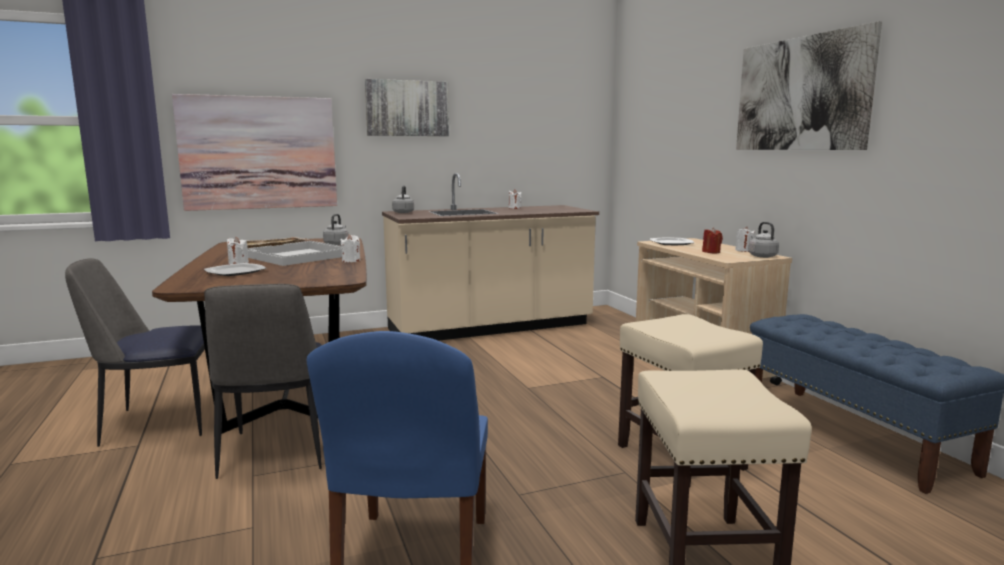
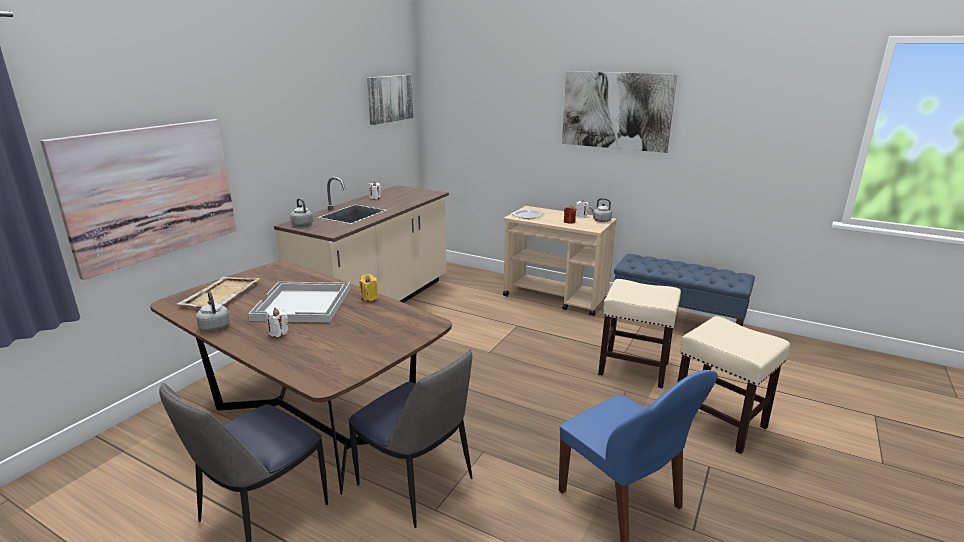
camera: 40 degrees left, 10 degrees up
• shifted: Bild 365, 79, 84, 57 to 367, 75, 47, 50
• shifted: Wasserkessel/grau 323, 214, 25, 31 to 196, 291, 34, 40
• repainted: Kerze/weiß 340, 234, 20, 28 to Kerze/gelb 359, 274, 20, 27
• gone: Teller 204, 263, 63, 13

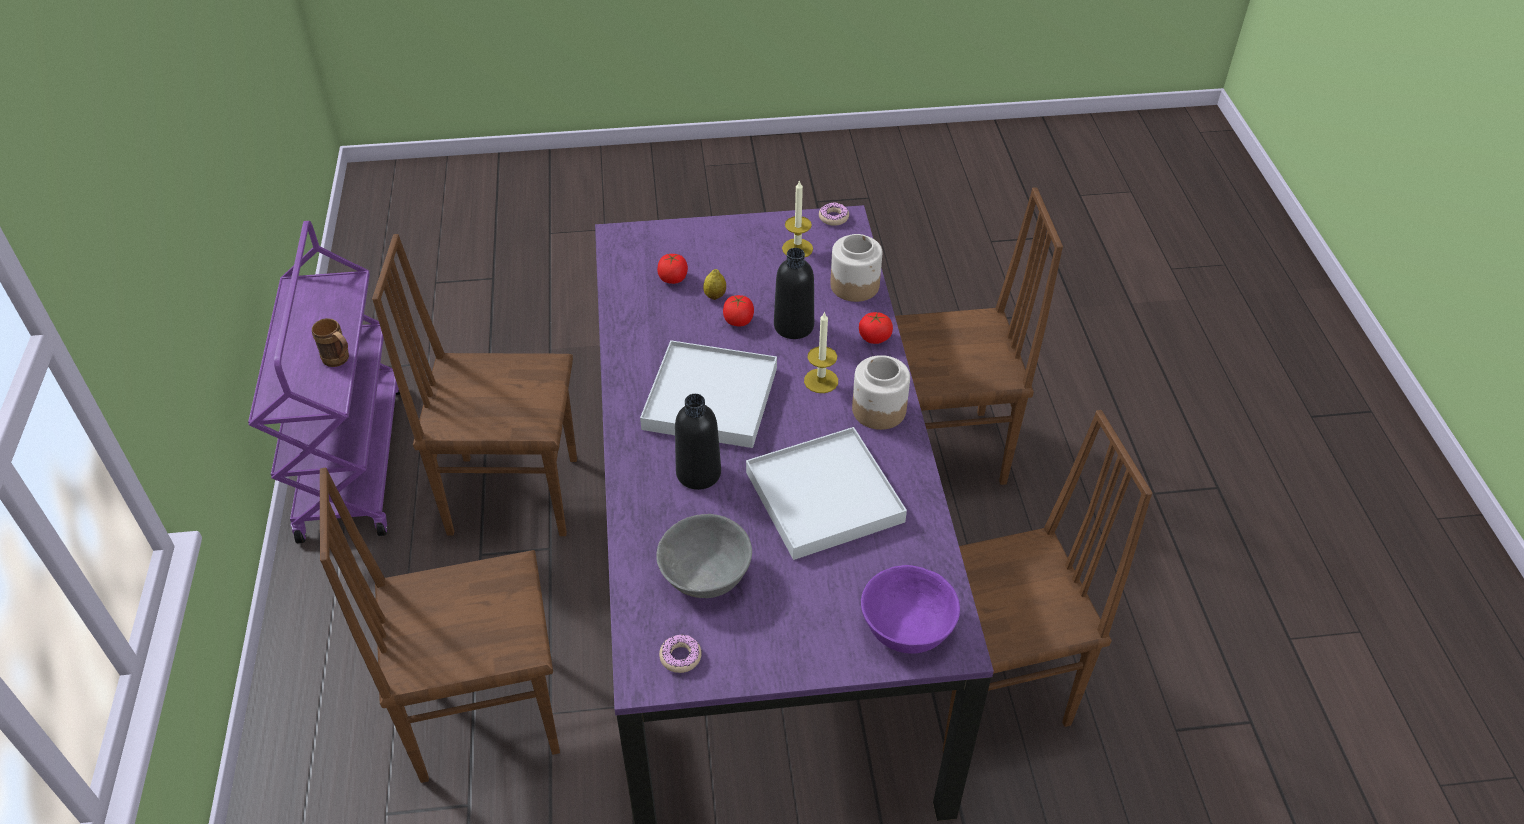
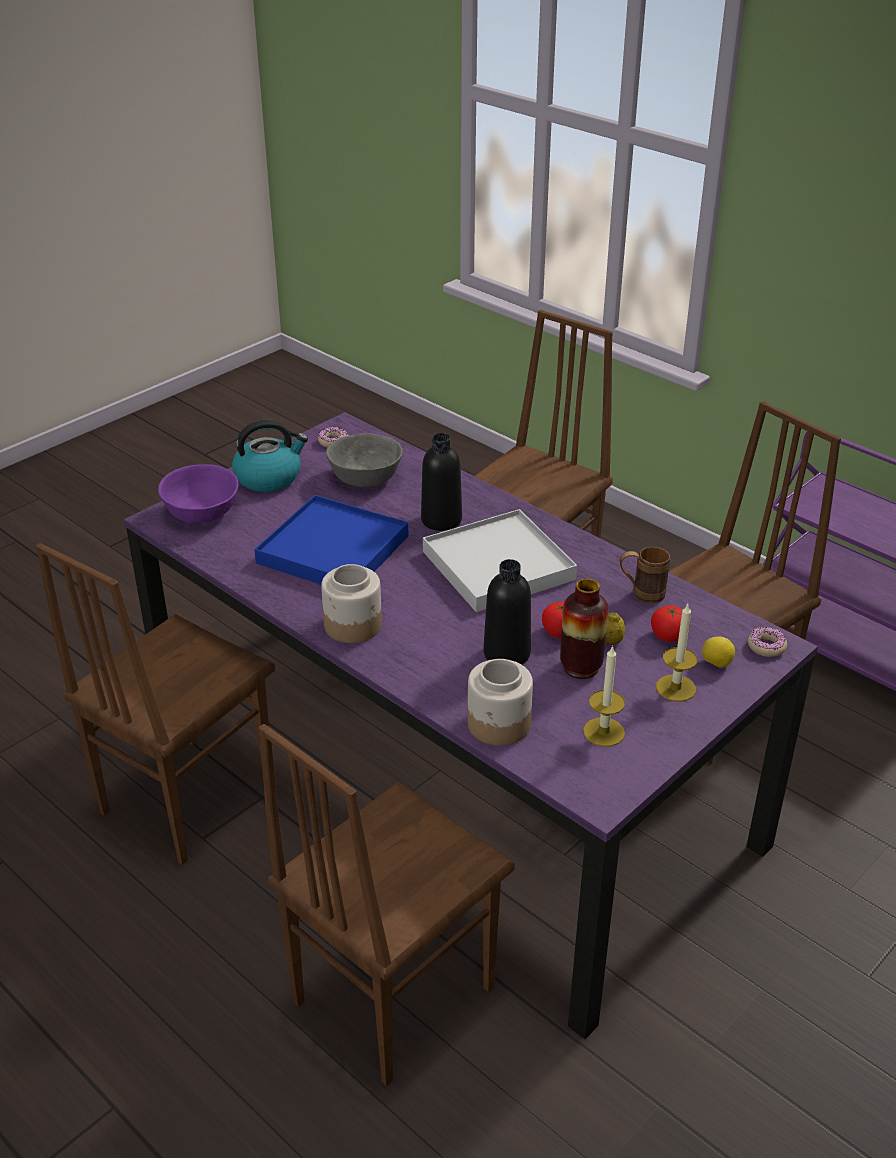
camera: 140 degrees right, 10 degrees down
• shifted: Donut 819, 202, 30, 24 to 748, 627, 39, 30
• shifted: Kerze 804, 311, 34, 82 to 656, 604, 41, 98
• gone: Tomate 859, 312, 34, 32
• shifted: Henkelbecher/braun 312, 318, 37, 49 to 620, 547, 50, 57
• repainted: Tablett/weiß 746, 427, 161, 133 to Tablett/blau 254, 495, 155, 89
• new: Wasserkessel 232, 419, 76, 73
• new: Vase 560, 578, 48, 101
• new: Zitrone 702, 636, 33, 32

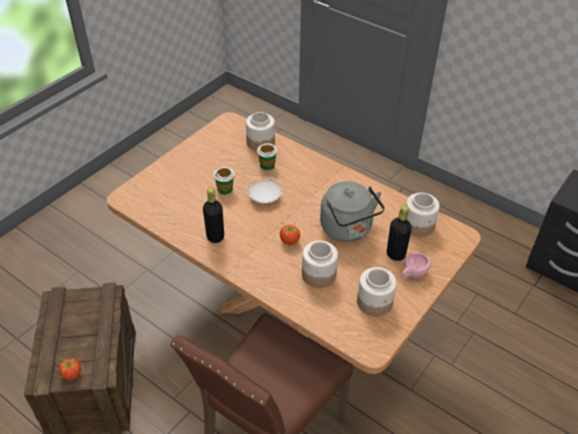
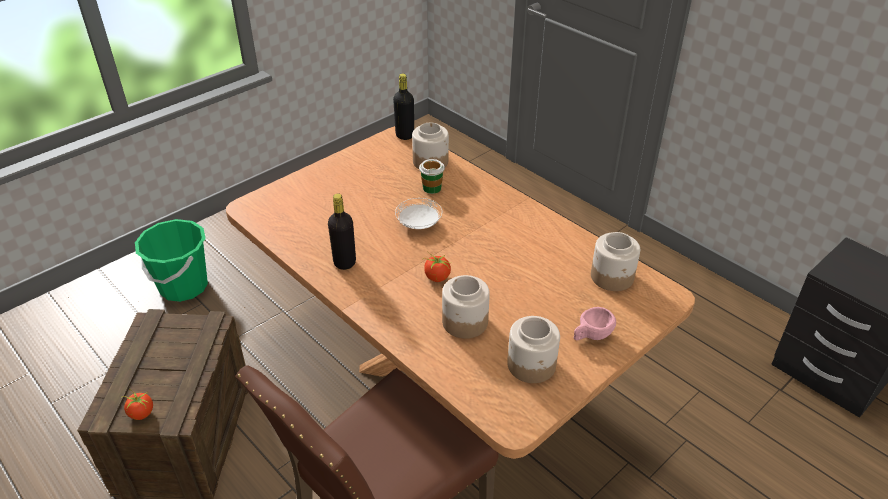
camera: 10 degrees right, 5 degrees down
• gone: Tasse 214, 167, 21, 28
• gone: Wasserkessel/grau 320, 181, 65, 61
• shifted: Flasche/schwarz 387, 205, 25, 56 to 393, 74, 21, 66
• new: Eimer/grün 135, 219, 73, 83

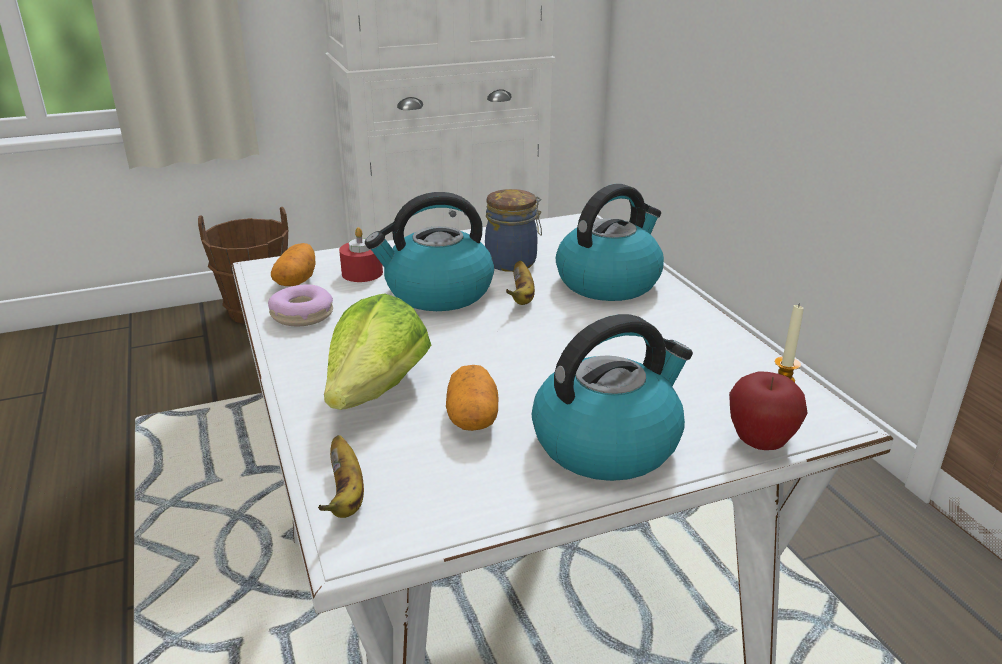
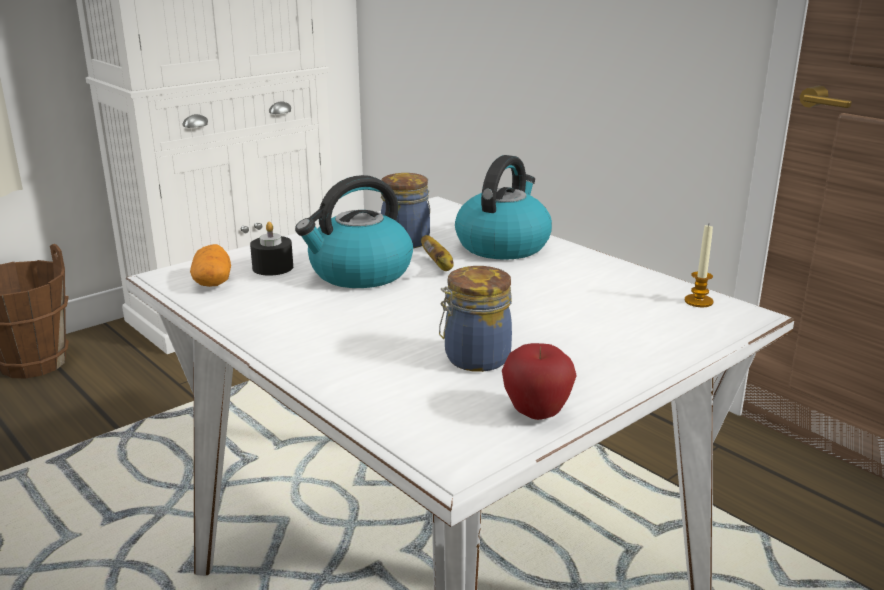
camera: 20 degrees left, 5 degrees down
• repainted: Kerze/rot 339, 227, 44, 55 to Kerze/schwarz 250, 222, 43, 54
• gone: Donut 268, 284, 65, 43
• gone: Salatkopf 324, 293, 107, 117
• gone: Wasserkessel 532, 314, 161, 167
• swapped: Kartoffel 446, 365, 53, 66 to Vorratsglas 439, 266, 73, 106
• shifted: Apfel 729, 372, 79, 78 to 502, 343, 75, 77
• gone: Banane 318, 435, 46, 83

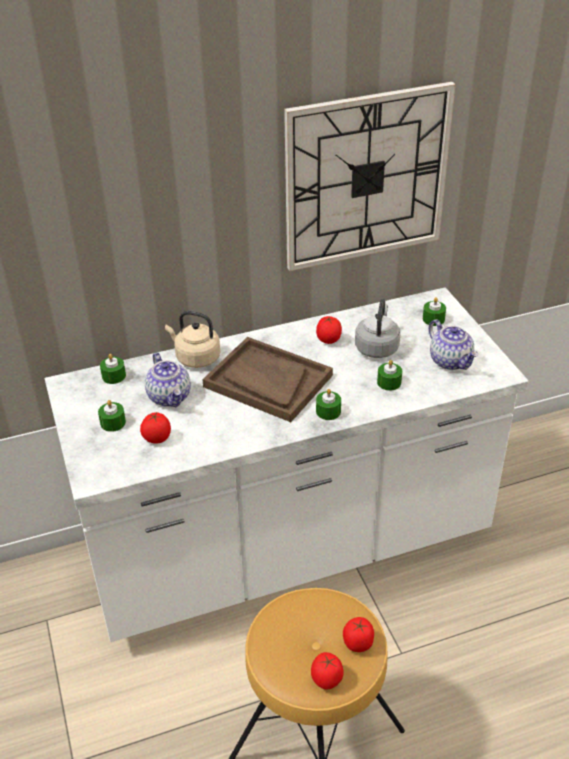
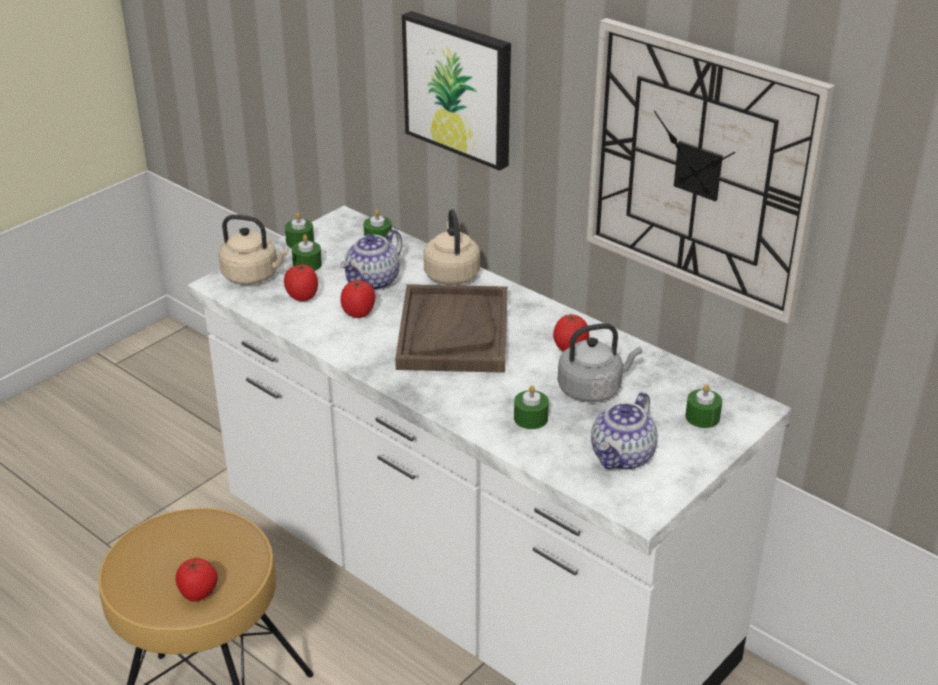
camera: 60 degrees right, 5 degrees down
• shifted: Kerze/grün 316, 389, 25, 31 to 285, 212, 29, 36
• shifted: Tomate 311, 652, 33, 38 to 340, 280, 36, 38
• new: Bild 402, 11, 109, 160
• new: Wasserkessel/beige 218, 215, 70, 70

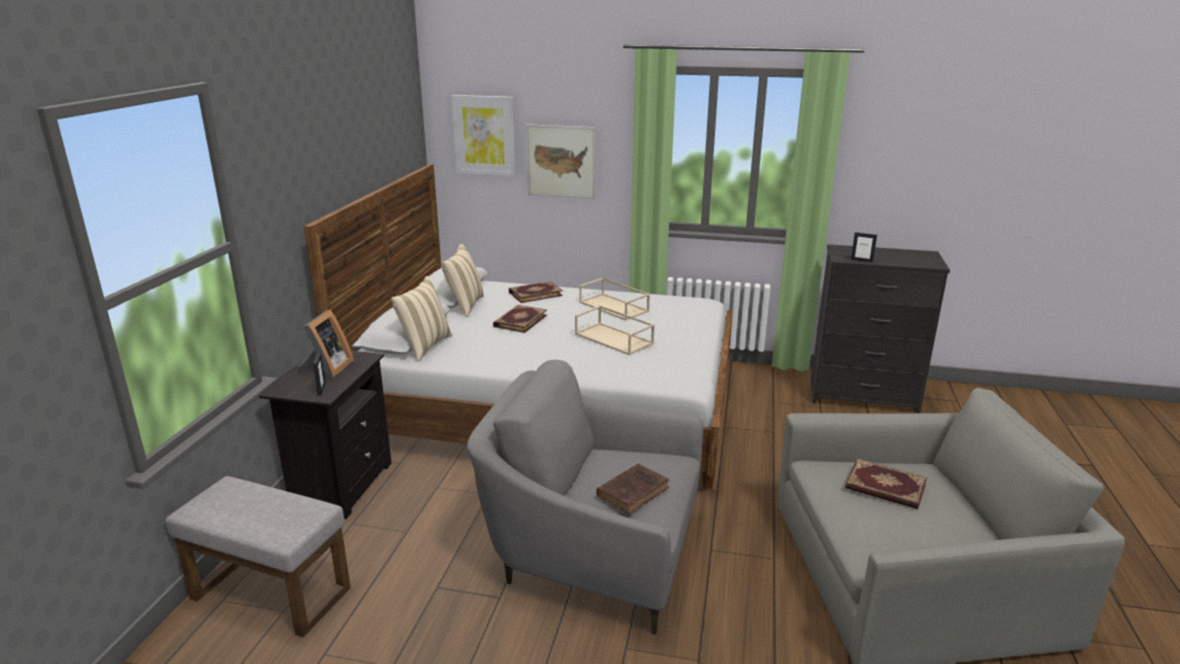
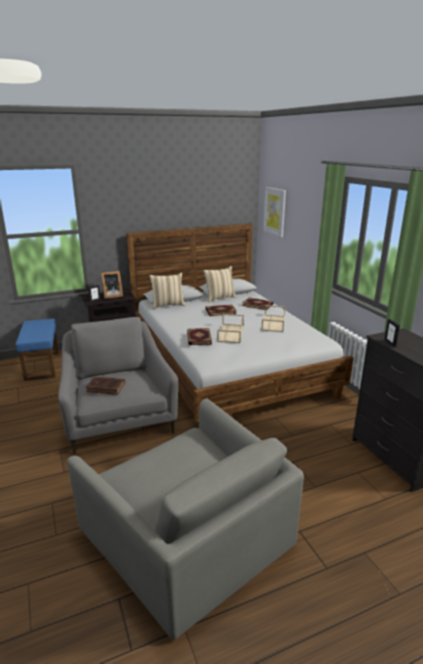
camera: 55 degrees right, 0 degrees up
• gone: Bild 526, 124, 70, 75
• shifted: Buch 845, 459, 82, 50 to 187, 328, 25, 17
• repainted: Polsterhocker/grau 165, 476, 186, 161 to Polsterhocker/blau 16, 319, 43, 62

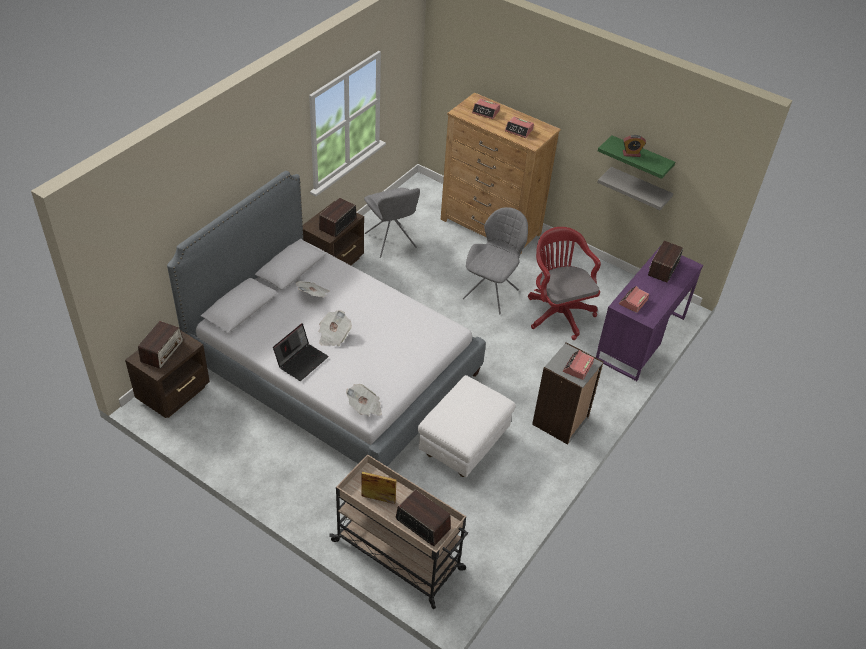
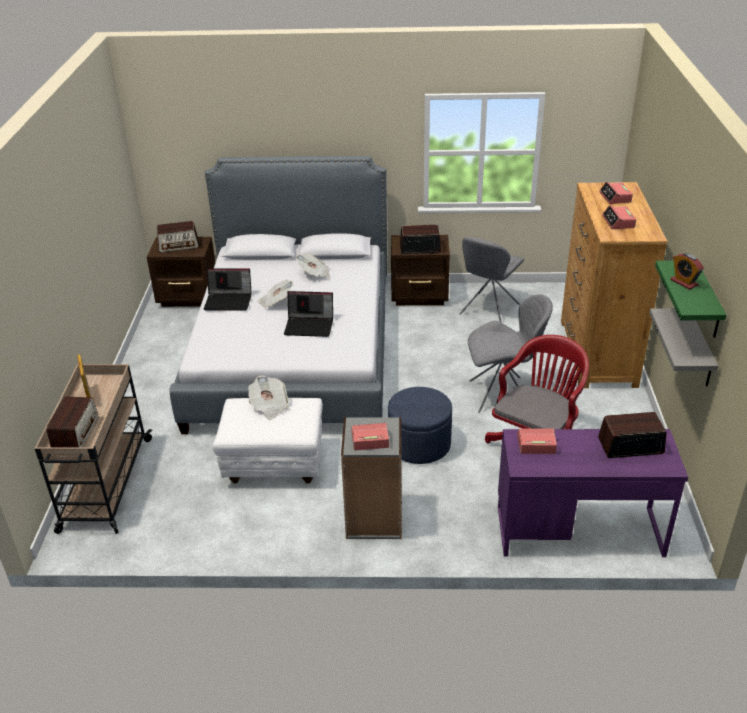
camera: 60 degrees right, 10 degrees down
• shifted: Zeitung 346, 384, 36, 32 to 248, 375, 41, 45
• new: Laptop 284, 291, 49, 46
• new: Polsterhocker/blau 388, 387, 64, 77

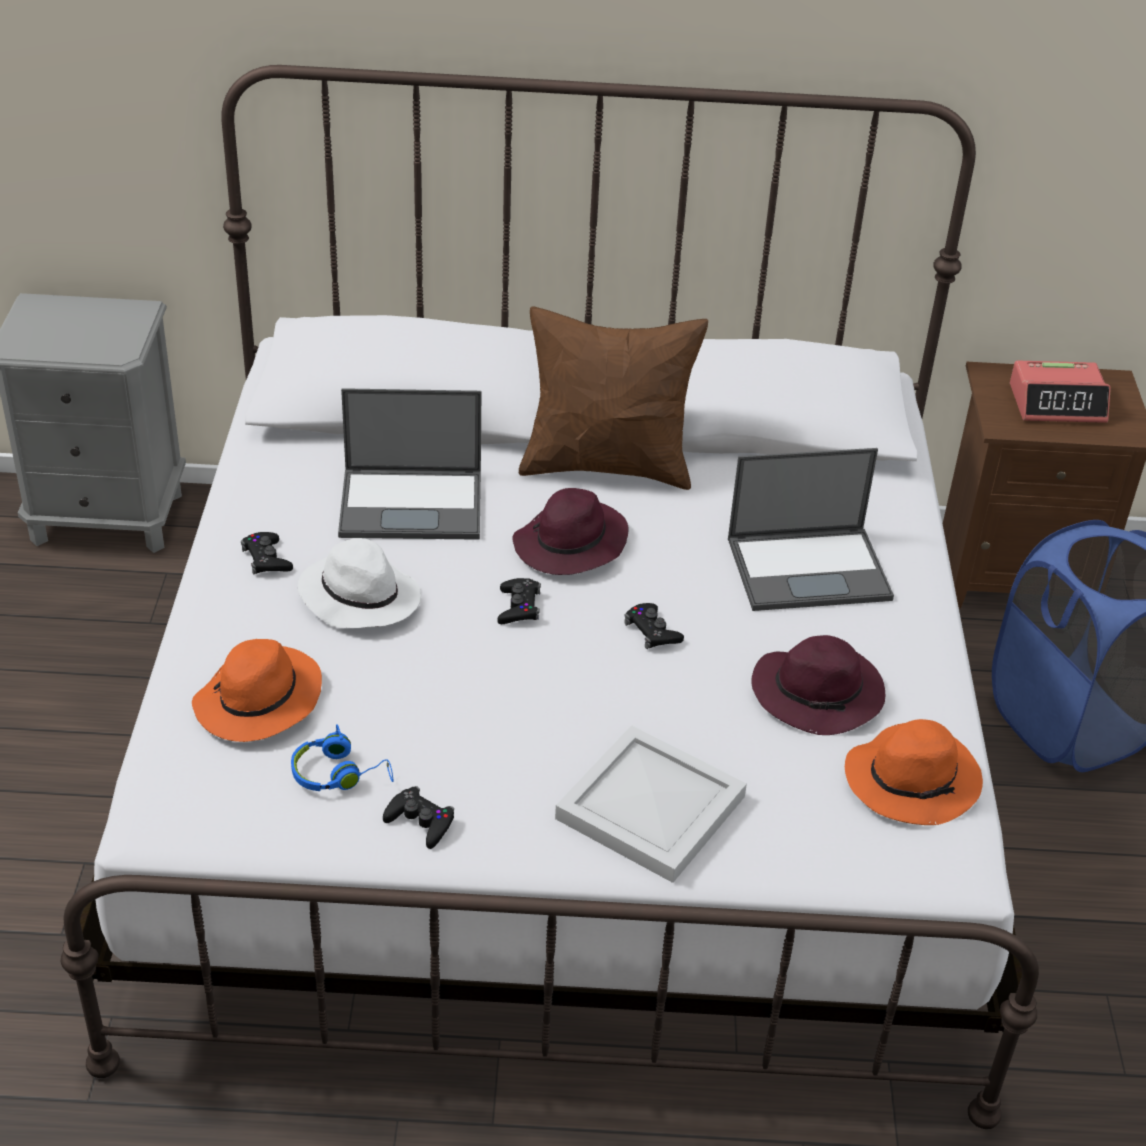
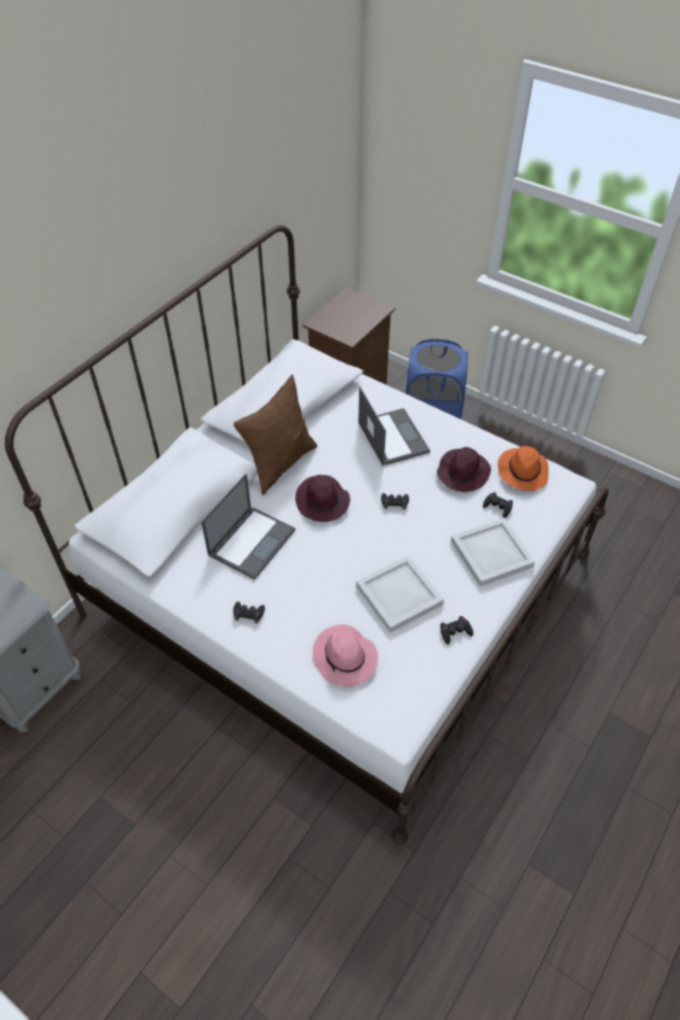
camera: 55 degrees left, 10 degrees up
• gone: Wecker 1010, 360, 101, 63
• rotated: Laptop 728, 448, 166, 163 = 358, 387, 72, 79 45 degrees counterclockwise
• gone: Hut/weiß 298, 538, 123, 90
• shifted: Gamepad/schwarz 497, 578, 44, 46 to 483, 492, 30, 26
• repainted: Hut/orange 192, 639, 130, 103 to Hut/rosa 313, 624, 65, 63
• gone: Kopfhörer/blau 291, 724, 102, 67
• new: Tablett/weiß 356, 555, 88, 77

